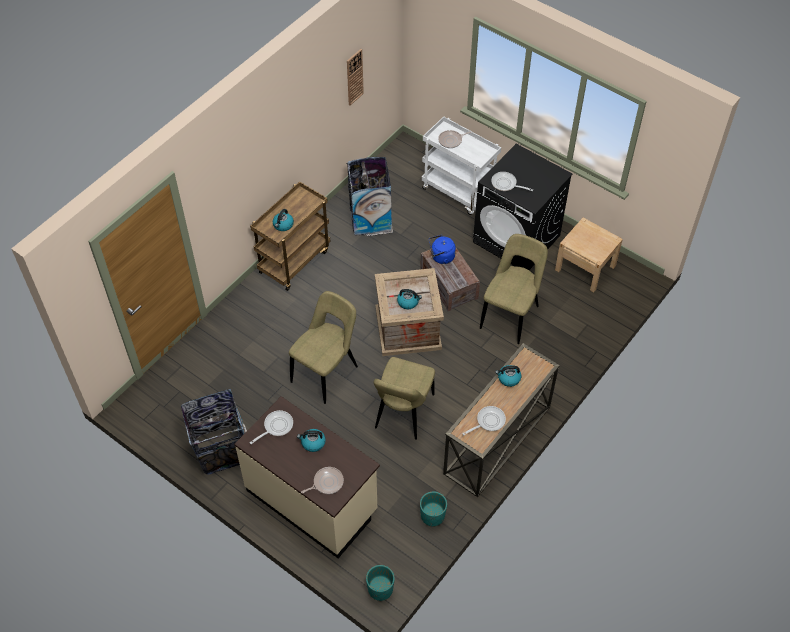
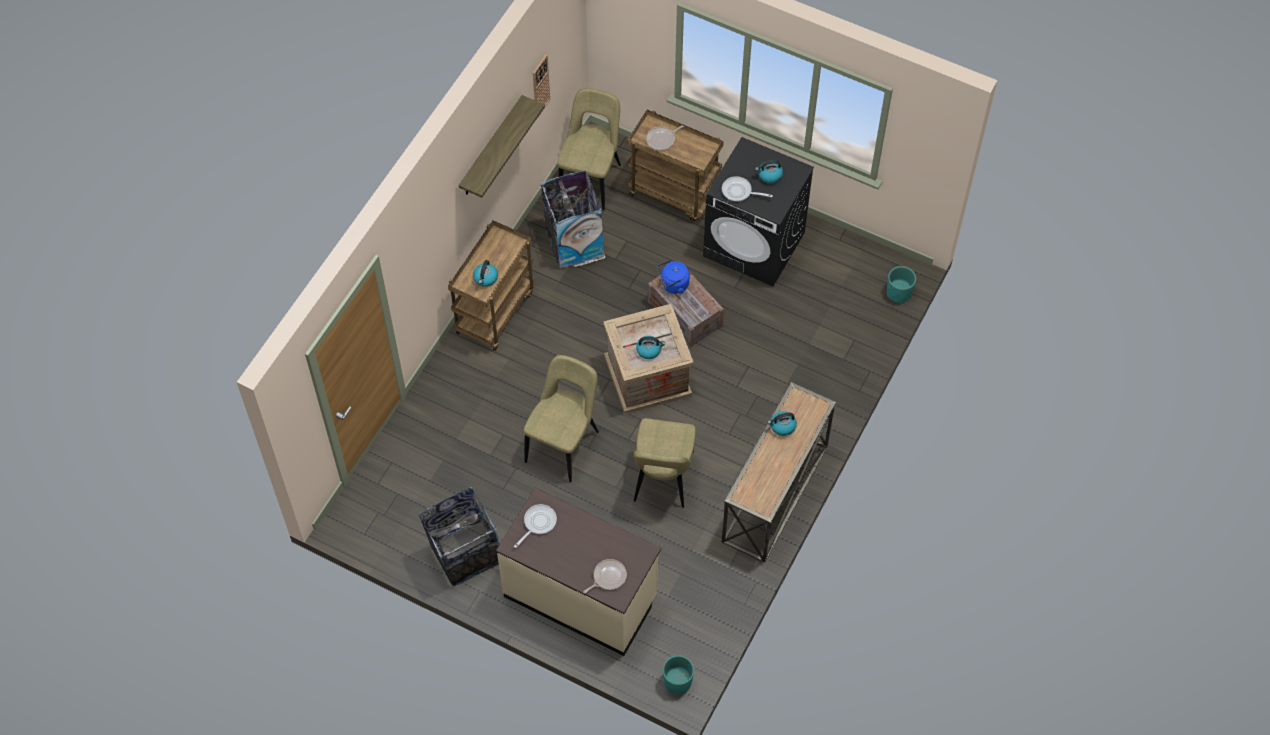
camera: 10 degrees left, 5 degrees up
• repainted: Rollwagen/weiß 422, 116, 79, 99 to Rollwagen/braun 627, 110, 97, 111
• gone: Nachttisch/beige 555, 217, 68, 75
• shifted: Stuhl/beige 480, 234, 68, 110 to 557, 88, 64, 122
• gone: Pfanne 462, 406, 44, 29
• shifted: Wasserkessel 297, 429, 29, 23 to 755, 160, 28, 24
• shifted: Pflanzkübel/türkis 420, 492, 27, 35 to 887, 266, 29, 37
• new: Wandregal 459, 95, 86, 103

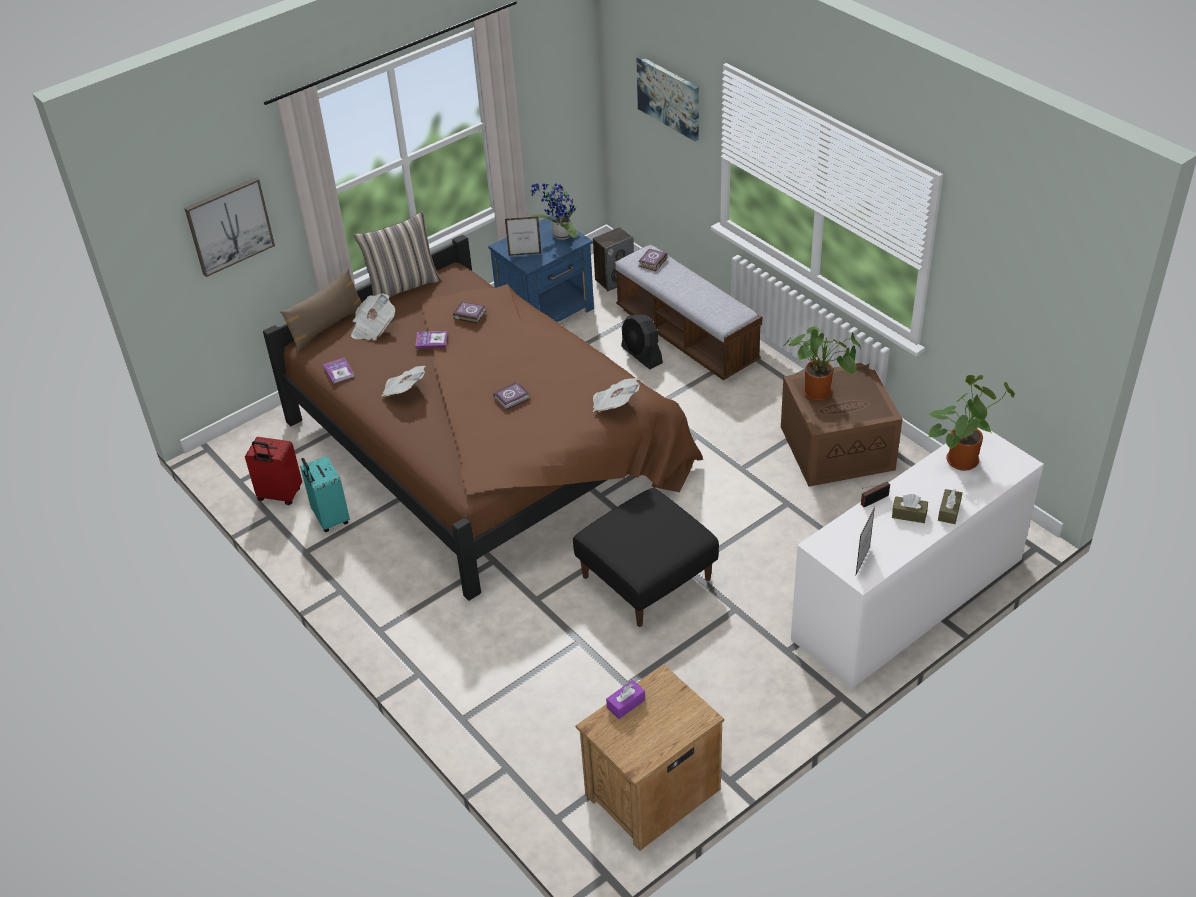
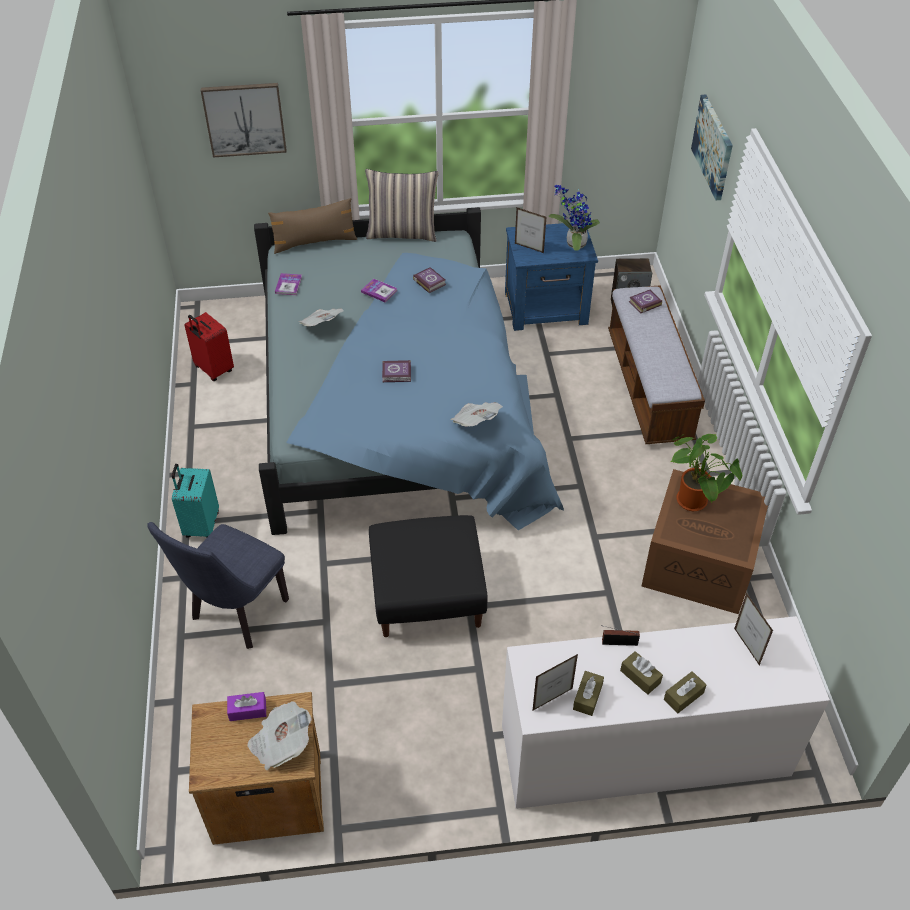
camera: 30 degrees right, 5 degrees up
• repainted: Bett/braun 263, 235, 440, 366 to Bett/blau 254, 207, 310, 328
• shifted: Zeitung 351, 294, 44, 46 to 247, 701, 65, 69
• gone: Ventilator/schwarz 621, 315, 42, 54
• swapped: Topfpflanze 927, 375, 88, 96 to Bilderrahmen 734, 593, 39, 73
• shifted: Koffer/türkis 300, 456, 50, 76 to 172, 464, 47, 74
• new: Stuhl/blau 147, 522, 142, 127
• new: Taschentuchbox/braun 573, 671, 31, 45

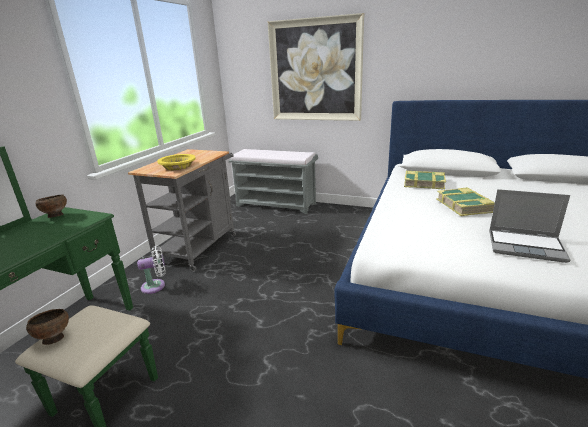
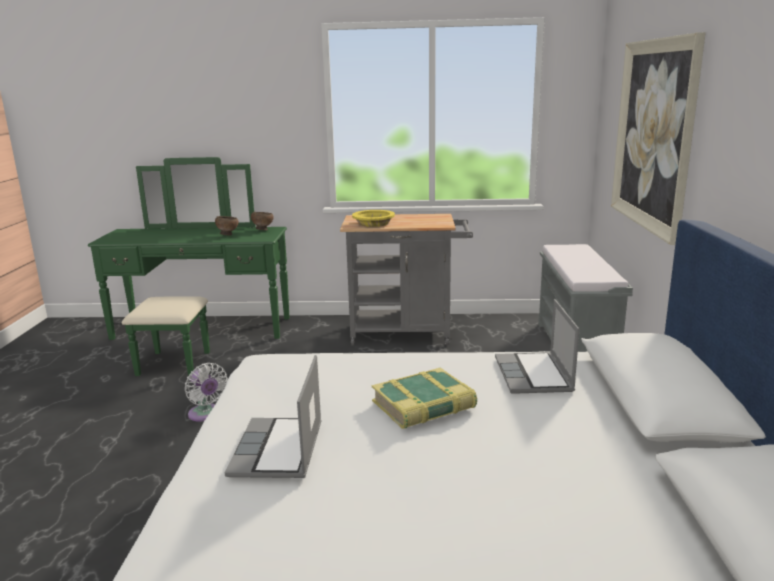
camera: 70 degrees right, 5 degrees down
• swapped: Buch 404, 171, 42, 19 to Laptop 495, 299, 84, 95
• shifted: Ventilator/weiß 137, 246, 29, 48 to 185, 363, 43, 59
• shifted: Schüssel/braun 26, 309, 43, 36 to 215, 216, 23, 20

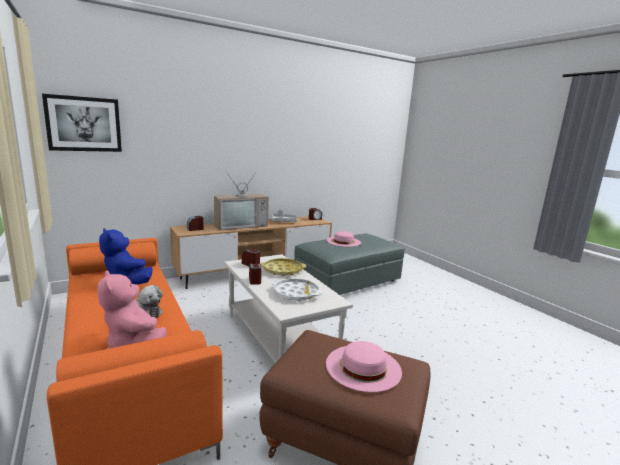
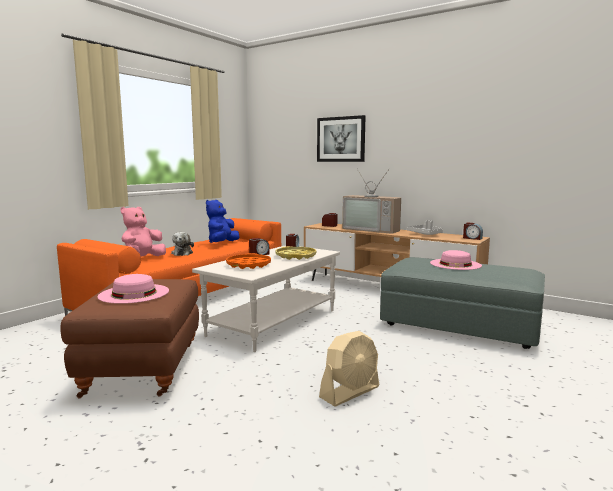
camera: 65 degrees right, 5 degrees down
• shifted: Bild 42, 94, 80, 58 to 317, 115, 49, 47
• repainted: Tablett/weiß 272, 278, 50, 24 to Tablett/orange 226, 253, 45, 16
• new: Ventilator/beige 319, 331, 60, 76

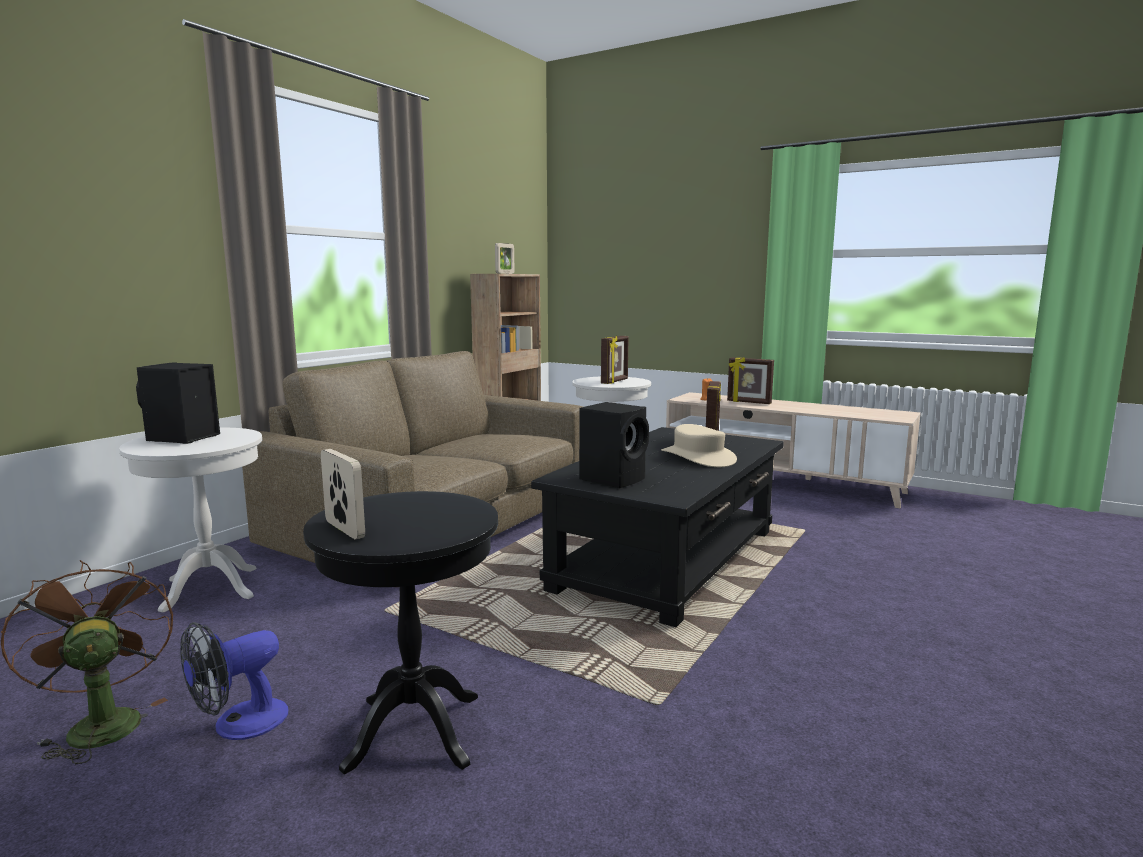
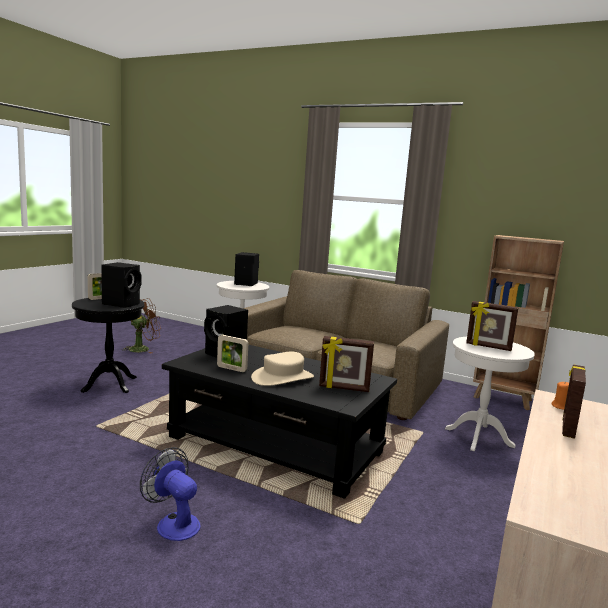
camera: 85 degrees right, 0 degrees up
• shifted: Bilderrahmen 495, 243, 19, 31 to 217, 335, 31, 37
• shifted: Ventilator 180, 622, 109, 118 to 140, 447, 61, 94
• new: Lautsprecher/schwarz 101, 262, 41, 46

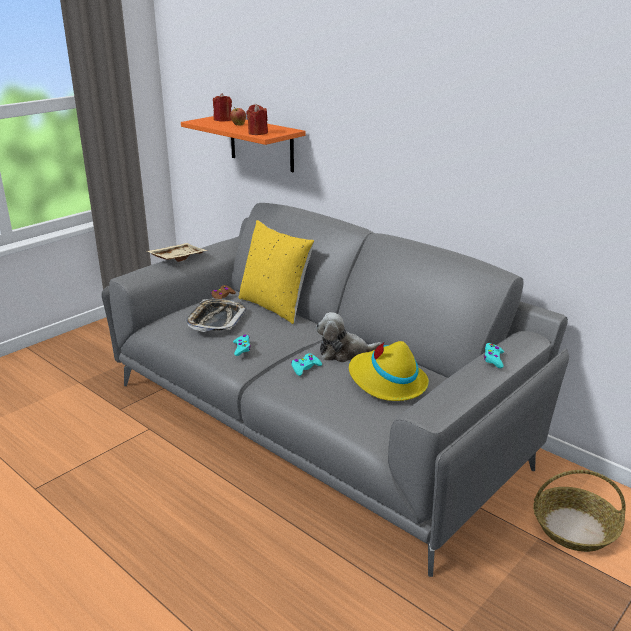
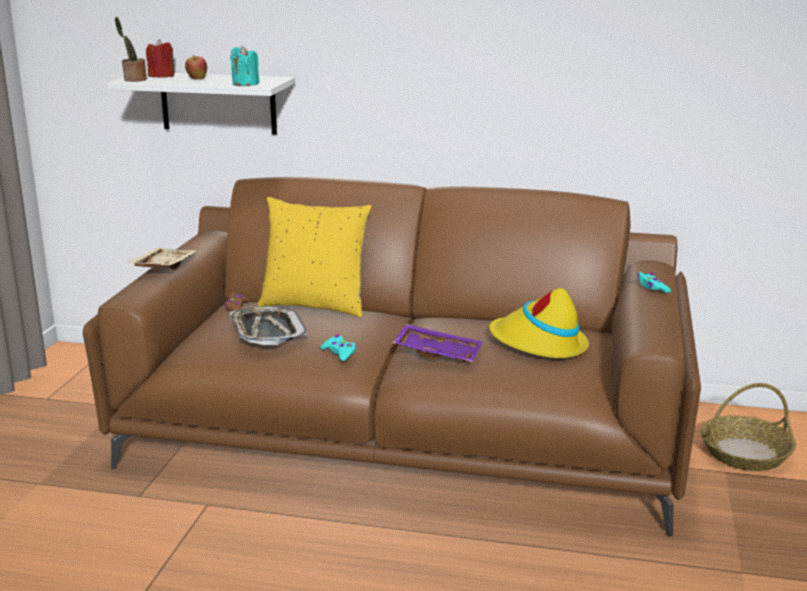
camera: 30 degrees left, 5 degrees down
• repainted: Kerze/rot 246, 104, 22, 31 to Kerze/türkis 230, 46, 30, 40
• repainted: Wandregal/orange 181, 116, 124, 56 to Wandregal/weiß 107, 72, 188, 62
• repainted: Sofa/grau 101, 203, 468, 374 to Sofa/braun 83, 177, 618, 360
• gone: Plüschtier 316, 312, 66, 50
• swapped: Gamepad/türkis 291, 353, 31, 23 to Tablett/lila 393, 324, 89, 39
• new: Topfpflanze 115, 17, 32, 65

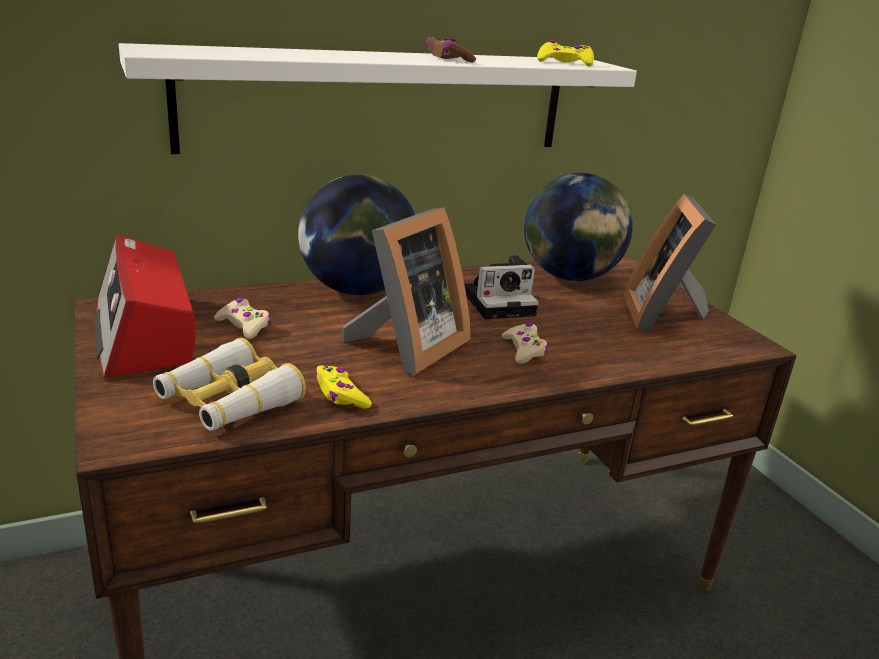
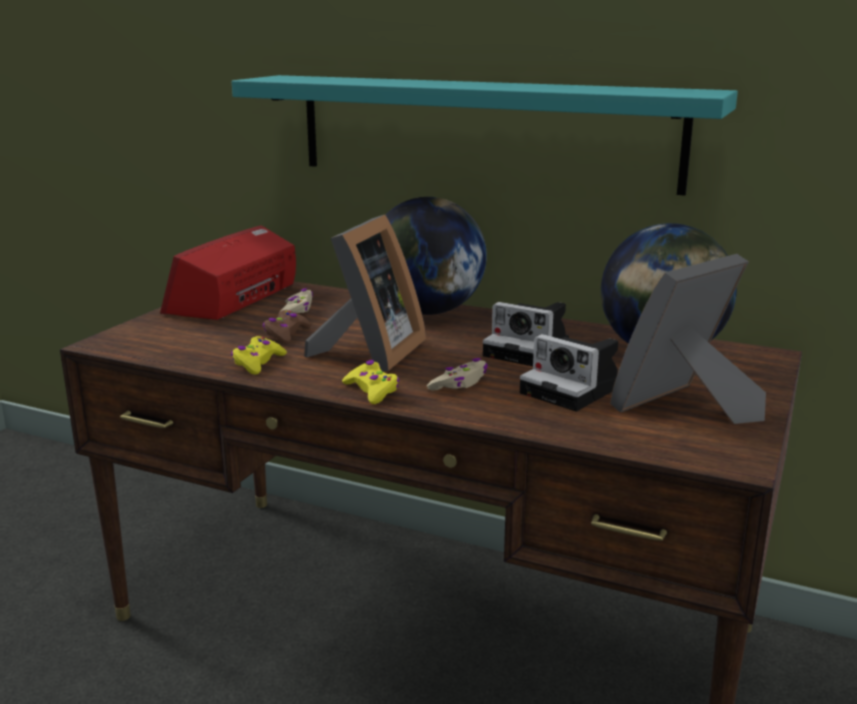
camera: 50 degrees right, 5 degrees down
• shifted: Gamepad/braun 426, 37, 50, 26 to 263, 310, 49, 34
• shifted: Gamepad/gelb 537, 40, 57, 26 to 342, 360, 57, 44
• repainted: Wandregal/weiß 119, 43, 518, 111 to Wandregal/türkis 232, 75, 506, 121
• rotated: Bilderrahmen 342, 207, 129, 168 = 304, 215, 122, 157 60 degrees counterclockwise
• gone: Fernglas 153, 338, 153, 93
• new: Kamera 520, 334, 98, 77

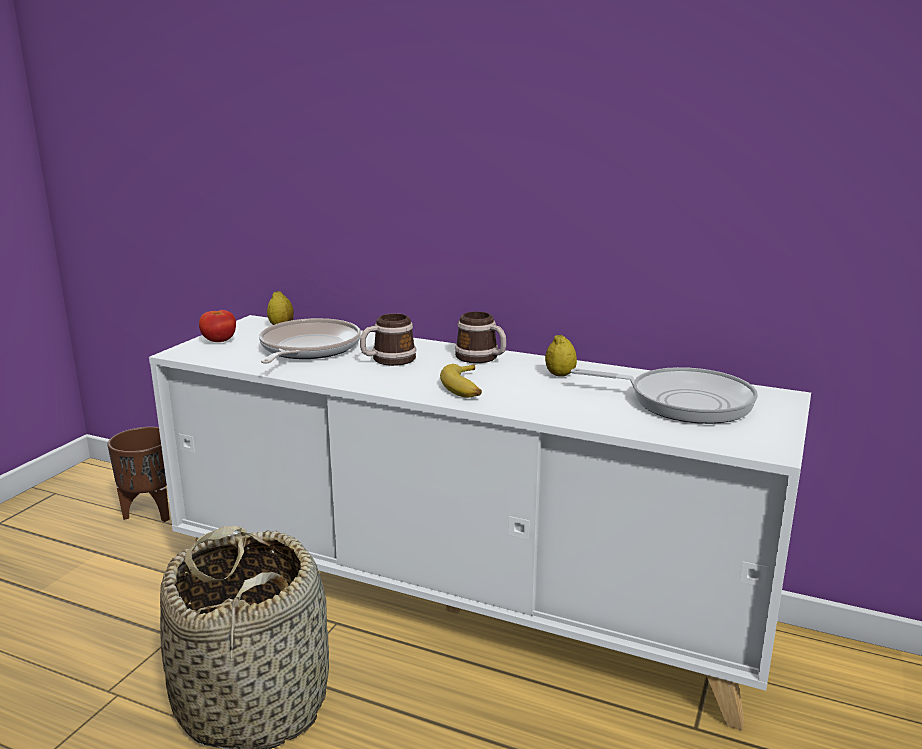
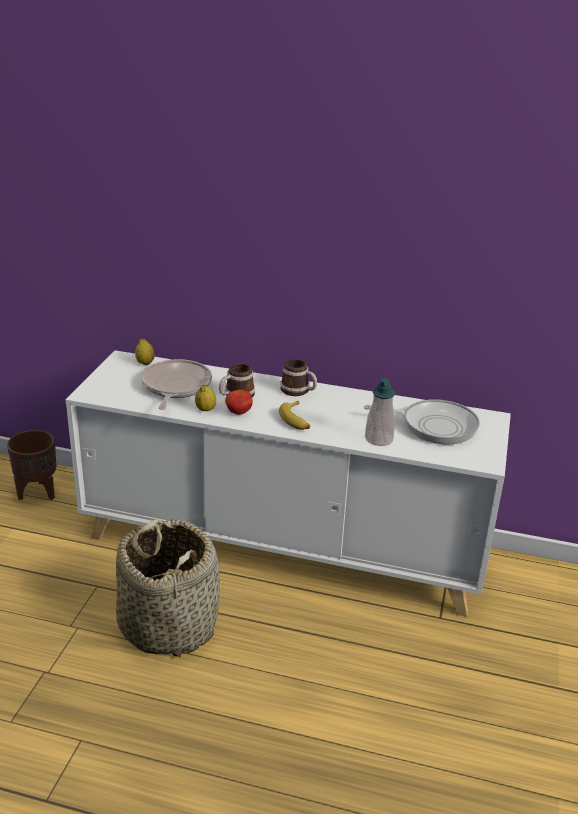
camera: 10 degrees left, 10 degrees up
• shifted: Tomate 199, 310, 37, 32 to 225, 389, 28, 26
• shifted: Zitrone 545, 335, 32, 42 to 195, 385, 21, 26
• new: Seifenspender 365, 378, 30, 68

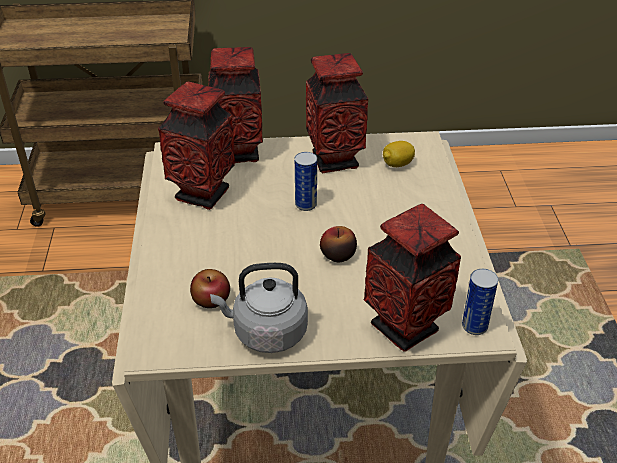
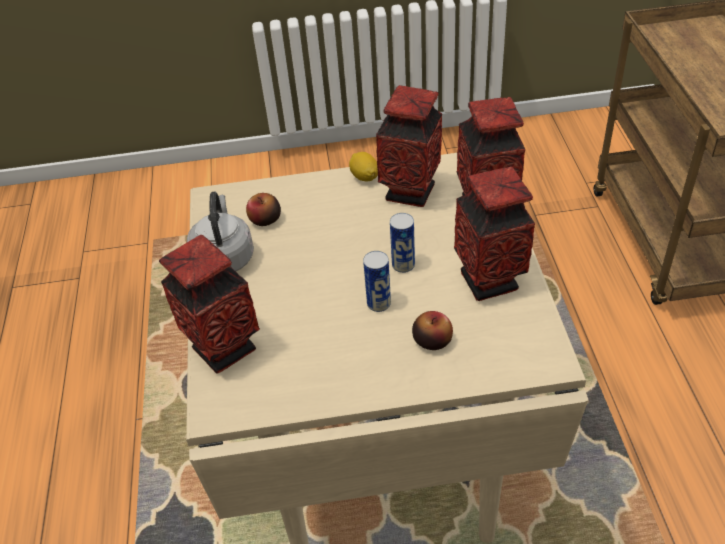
camera: 90 degrees right, 5 degrees up
• shifted: Zitrone 383, 141, 32, 26 to 349, 152, 29, 29
• shifted: Apfel 320, 226, 37, 36 to 412, 311, 41, 39
• shifted: Dose 462, 269, 36, 66 to 363, 251, 28, 61

